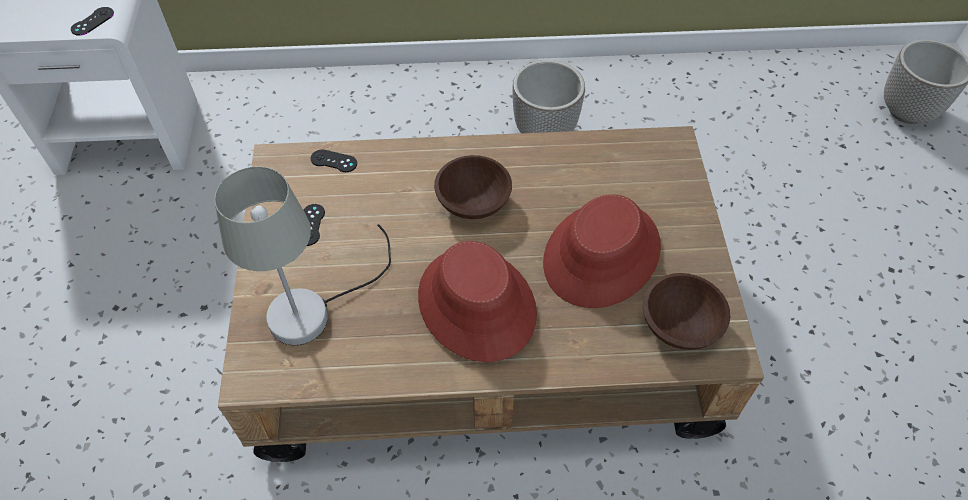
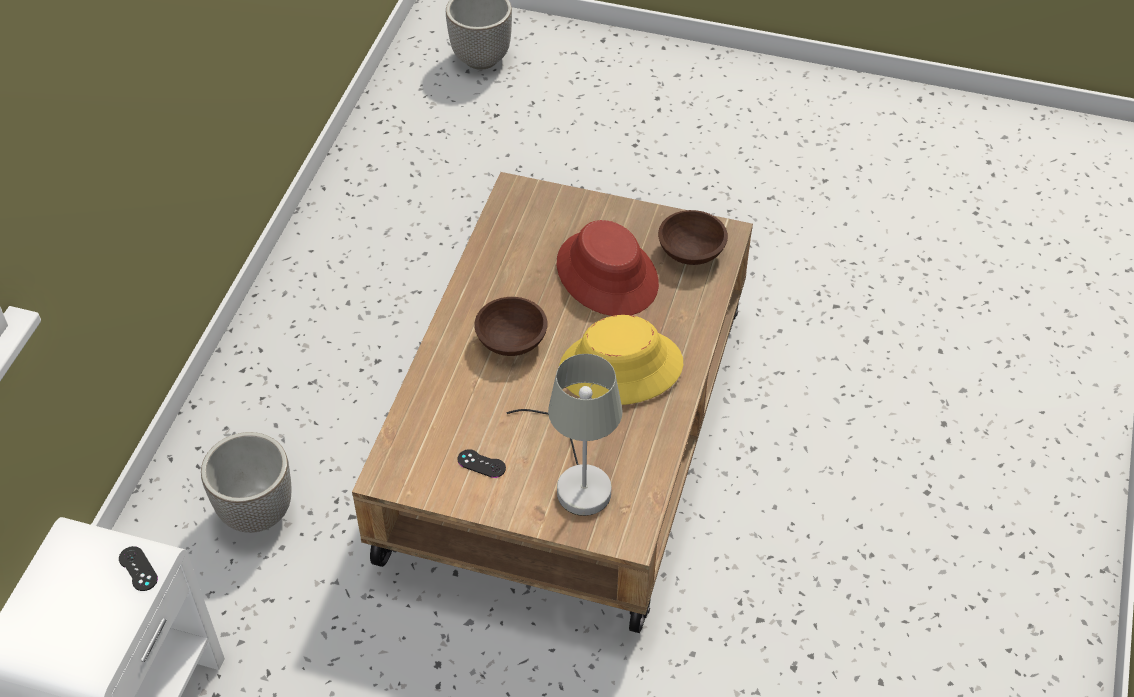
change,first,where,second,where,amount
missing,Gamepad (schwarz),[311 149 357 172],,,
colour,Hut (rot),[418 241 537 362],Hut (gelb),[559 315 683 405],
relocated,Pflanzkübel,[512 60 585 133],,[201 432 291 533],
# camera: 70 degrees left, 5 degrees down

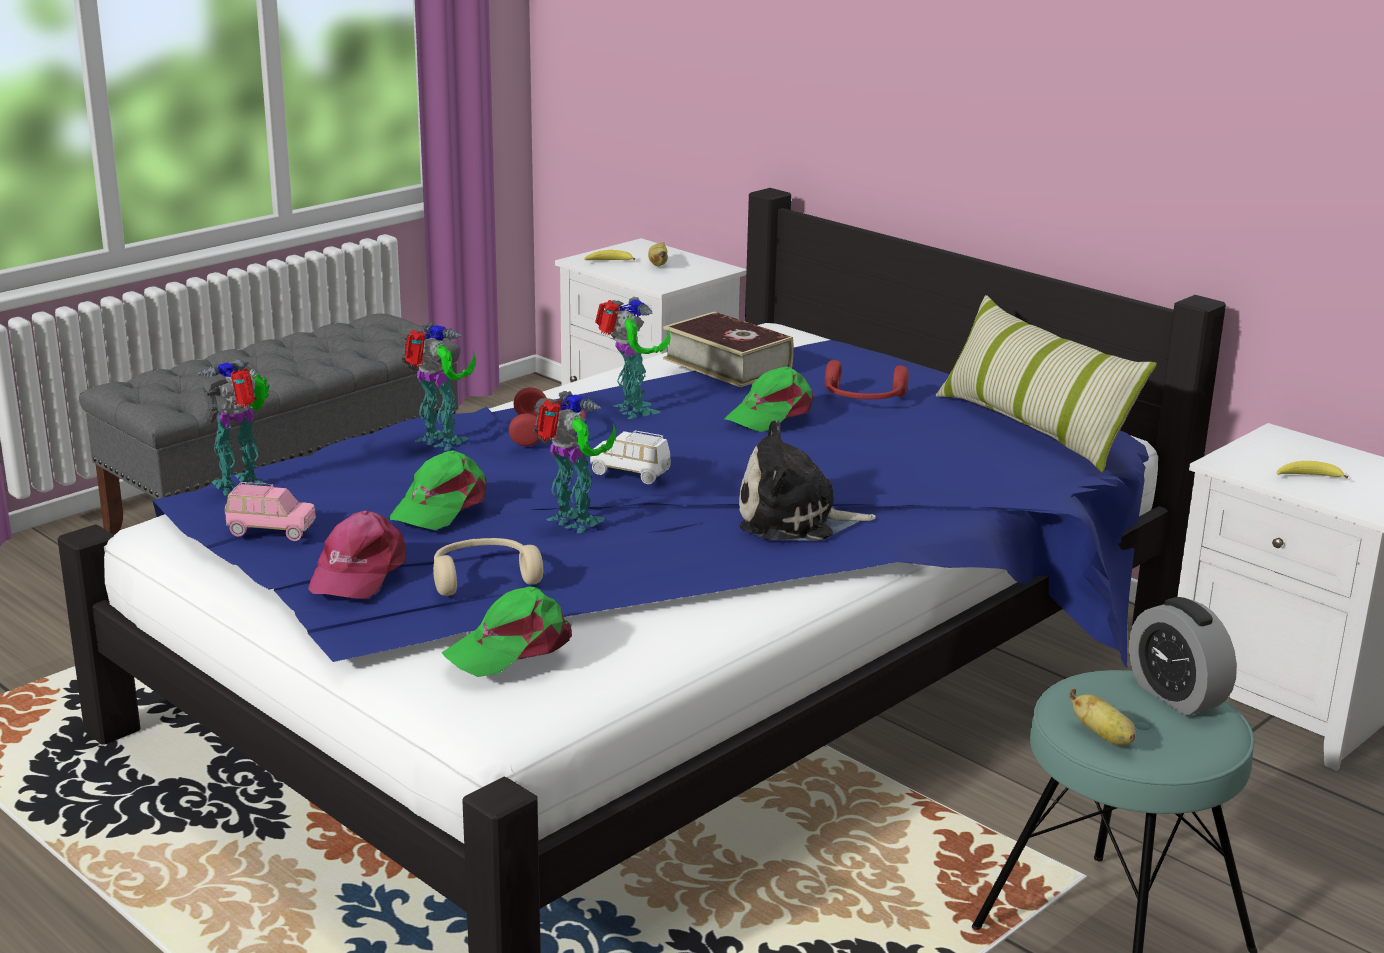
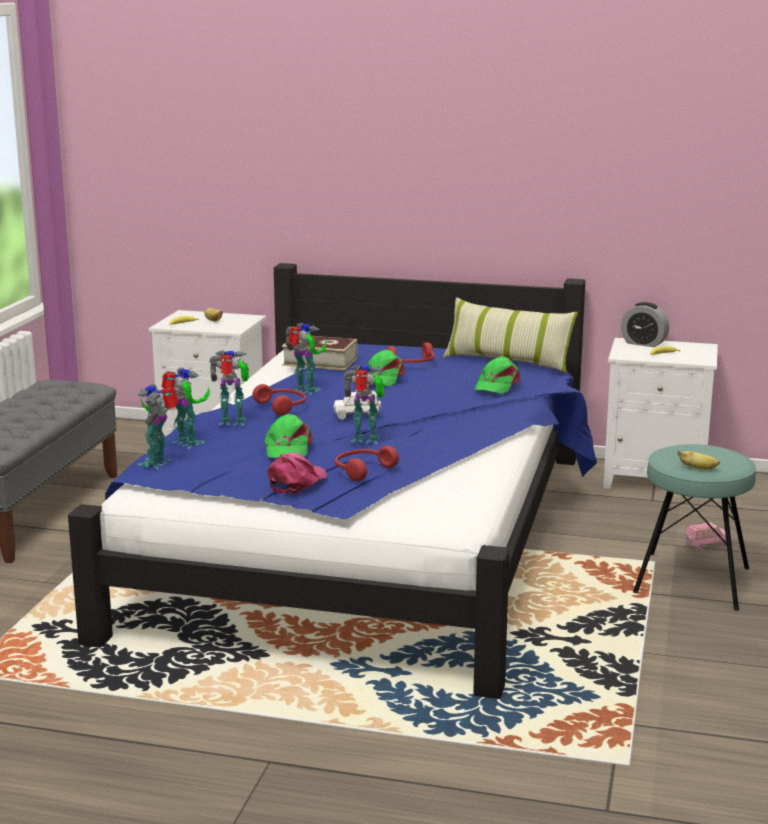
change,first,where,second,where,amount
relocated,Spielzeugauto (rosa),[225 482 316 541],,[685 522 727 552],
spun,Kappe (rosa),[308 510 406 599],,[268 453 327 494],135 degrees counterclockwise
colour,Kopfhörer (beige),[433 538 543 596],Kopfhörer (rot),[335 446 399 481],
relocated,Kappe (grün),[442 587 572 677],,[475 356 520 394],
missing,Plüschtier,[739 420 876 541],,,
relocated,Wecker,[1129 597 1237 716],,[621 302 669 347],
appeared,,,Spielzeugroboter,[162 368 210 449],
# camera: 30 degrees left, 5 degrees down

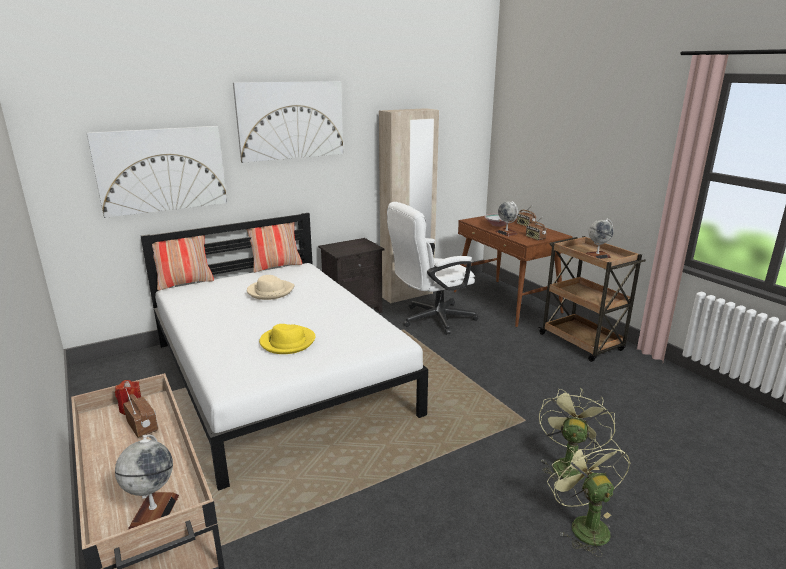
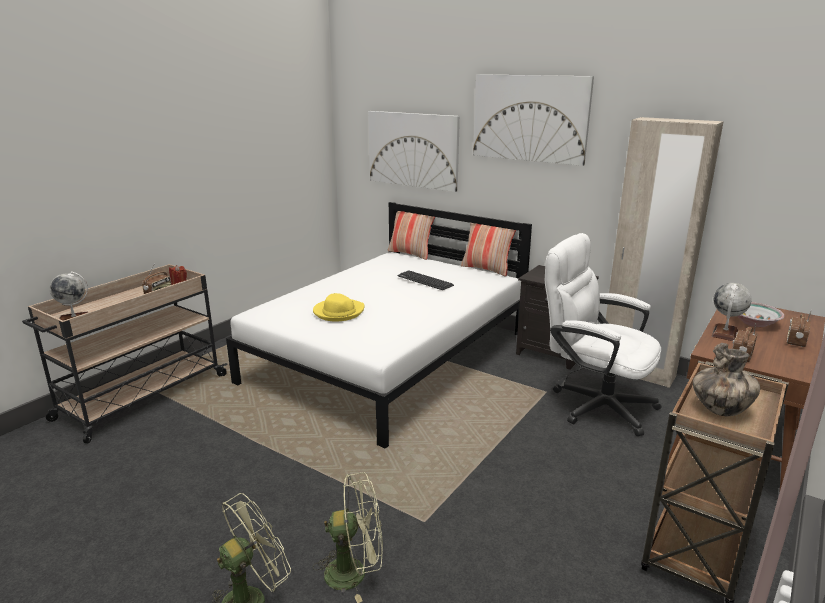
change,first,where,second,where,amount
exchanged,Hut (beige),[247 275 295 300],Tastatur,[398 270 454 290],
exchanged,Globus,[586 218 614 259],Vase,[693 343 760 416],
# camera: 65 degrees right, 0 degrees up

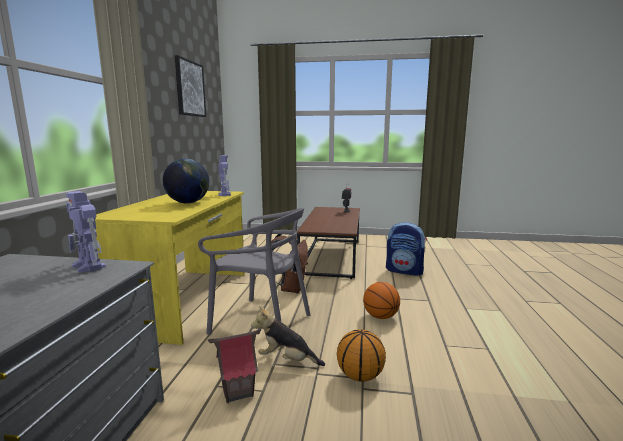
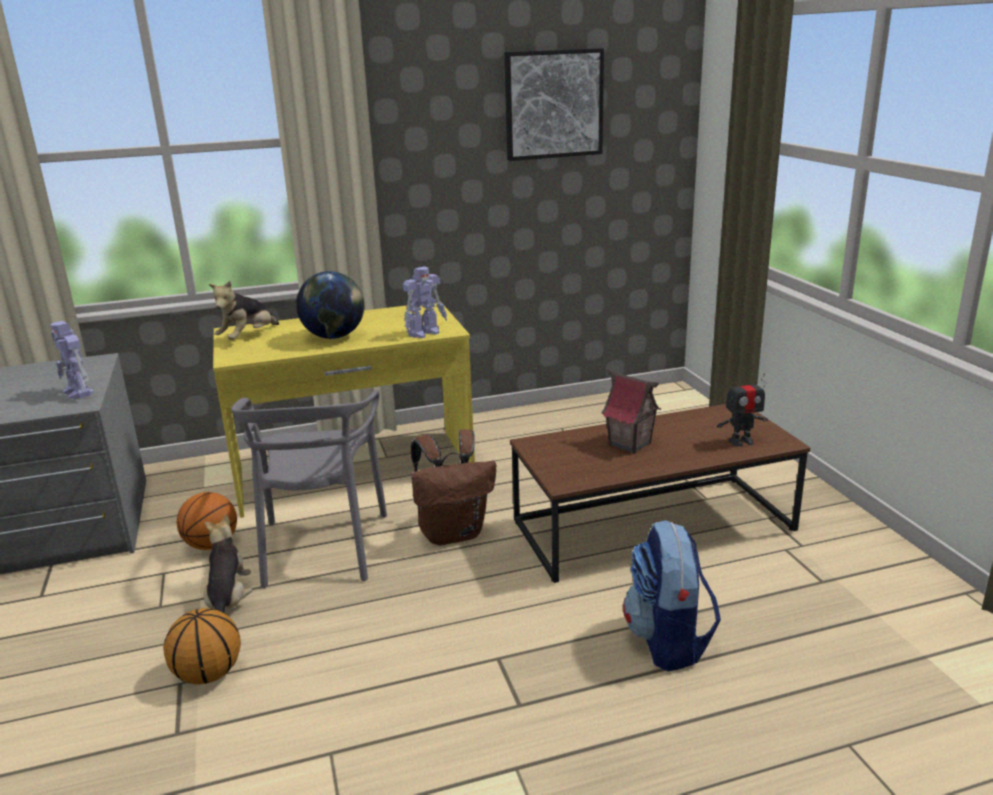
change,first,where,second,where,amount
spun,Spielzeugroboter,[66 191 106 273],,[50 321 94 399],60 degrees counterclockwise
relocated,Spielzeughaus,[208 329 261 403],,[601 369 661 454],
relocated,Basketball,[363 282 400 319],,[177 492 237 550],
appeared,,,Plüschtier,[208 281 279 340],
# camera: 65 degrees right, 10 degrees up

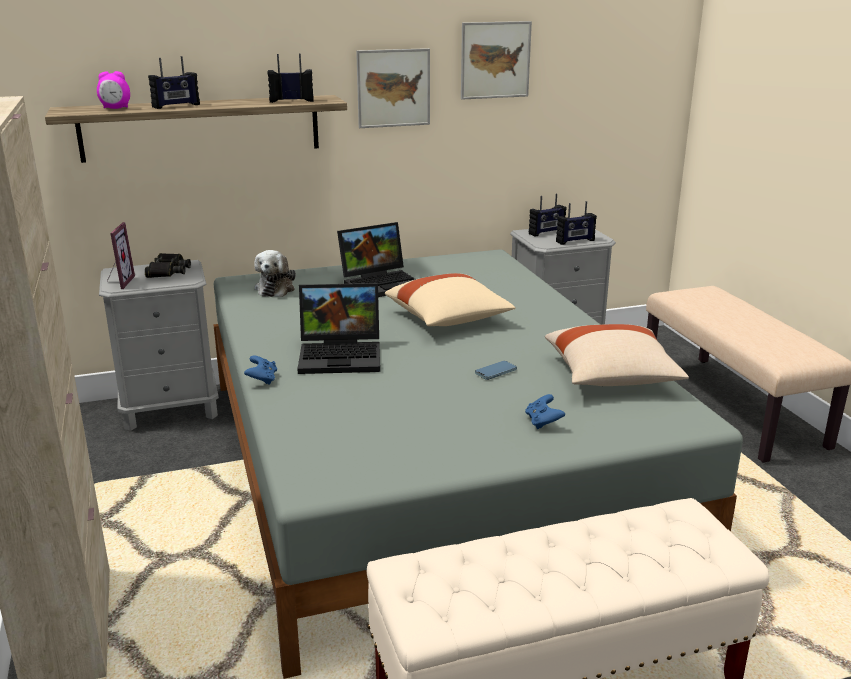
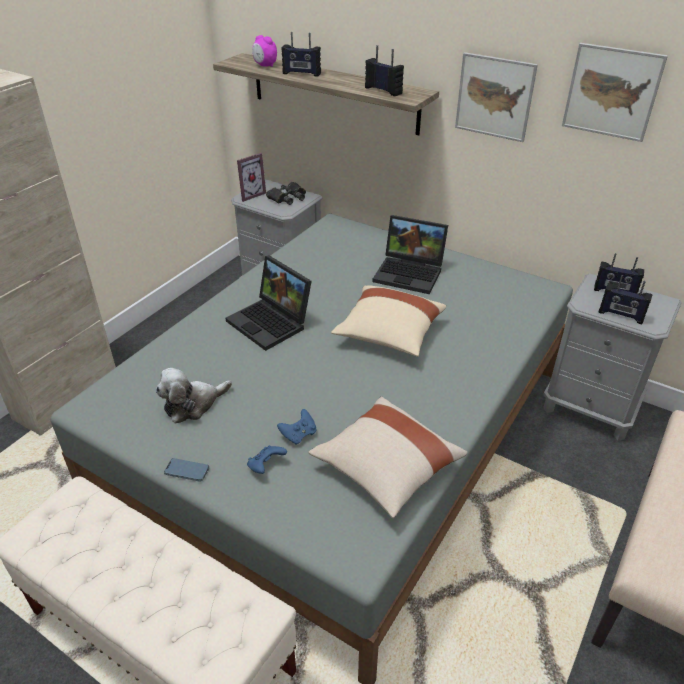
change,first,where,second,where,amount
relocated,Gamepad (blau),[244 355 277 385],,[277 409 316 445],
relocated,Plüschtier,[254 250 296 297],,[156 368 232 423],
relocated,Handy,[475 361 517 380],,[164 458 209 482],
# camera: 50 degrees right, 15 degrees up

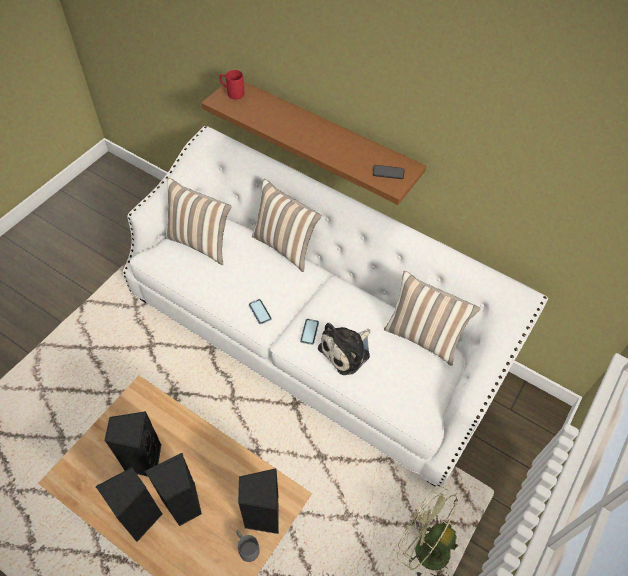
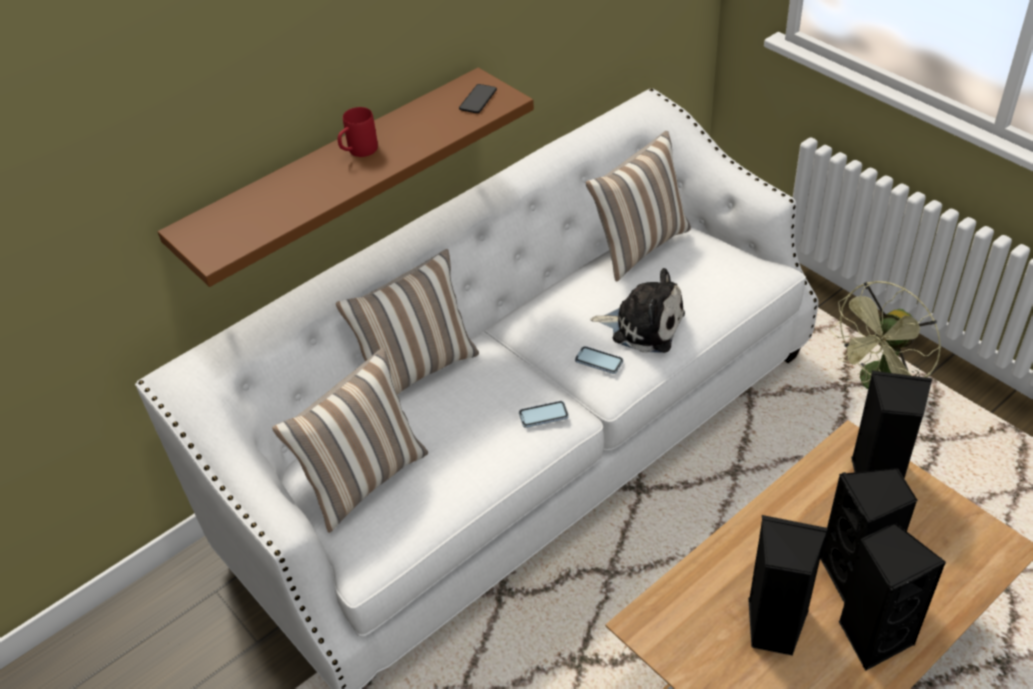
change,first,where,second,where,amount
relocated,Henkelbecher (rot),[219 70 244 99],,[338 107 378 157],
missing,Henkelbecher (grau),[236 530 260 562],,,
spun,Plüschtier,[318 323 370 375],,[590 268 685 353],45 degrees counterclockwise
# camera: 70 degrees left, 10 degrees down

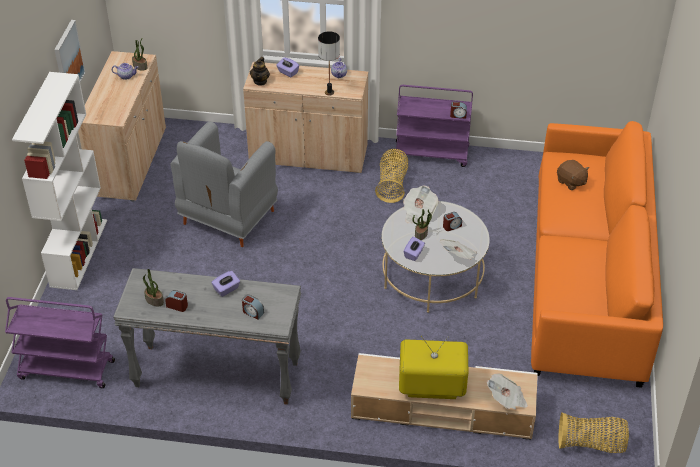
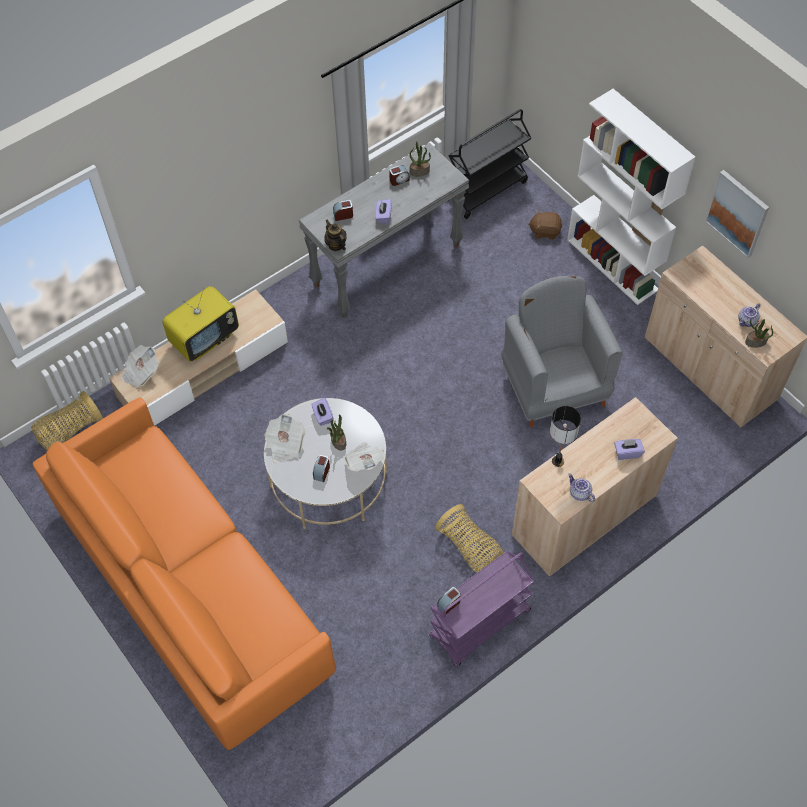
change,first,where,second,where,amount
colour,Rollwagen (lila),[5 297 115 388],Rollwagen (schwarz),[448 109 531 219],
relocated,Teekanne,[250 57 270 86],,[325 219 346 251],
relocated,Plüschtier (braun),[557 160 589 190],,[528 209 562 240],
# camera: 135 degrees right, 15 degrees up

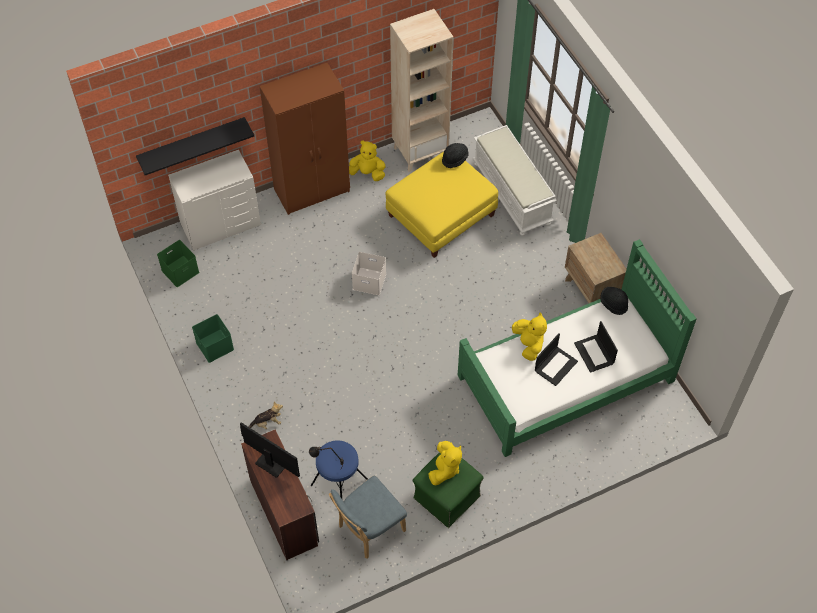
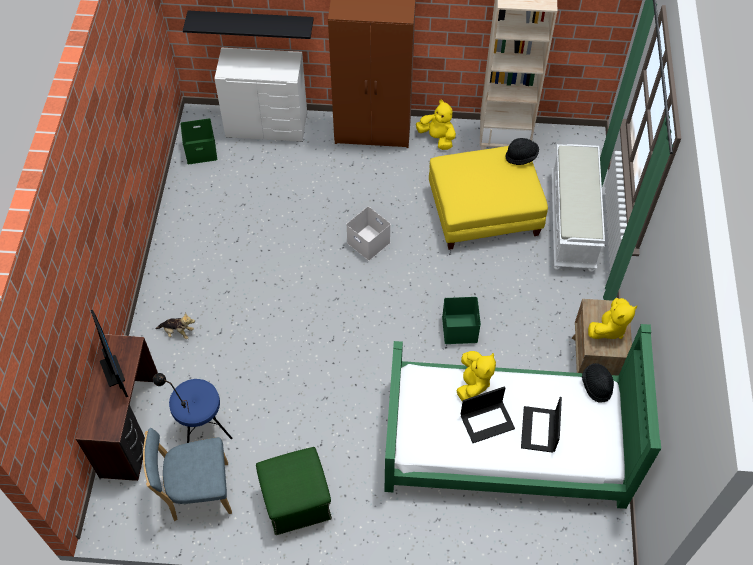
change,first,where,second,where,amount
relocated,Aufbewahrungsbox (grün),[192 314 234 363],,[442 297 481 344],
relocated,Plüschtier (gelb),[428 441 462 485],,[588 298 637 339],
# camera: 30 degrees right, 0 degrees up

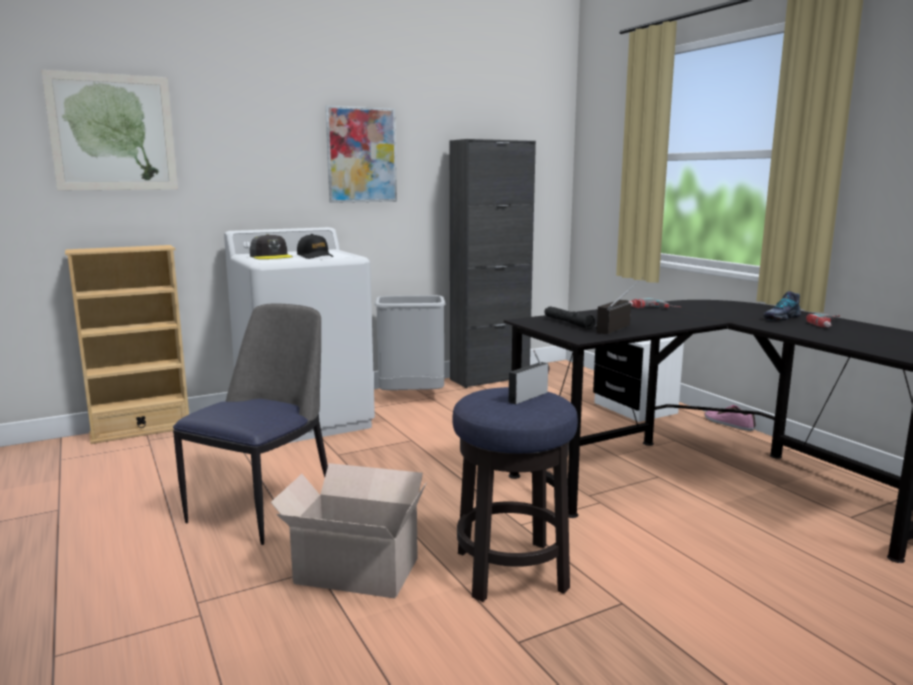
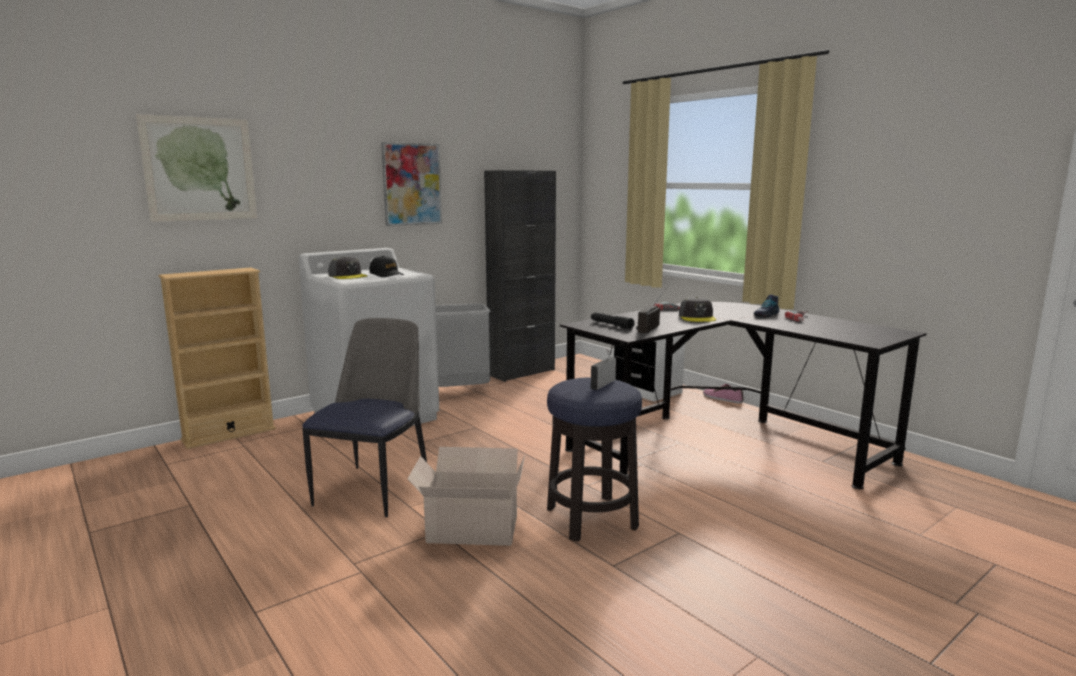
change,first,where,second,where,amount
appeared,,,Kappe (grau),[679 297 716 322],
# camera: 10 degrees left, 0 degrees up

